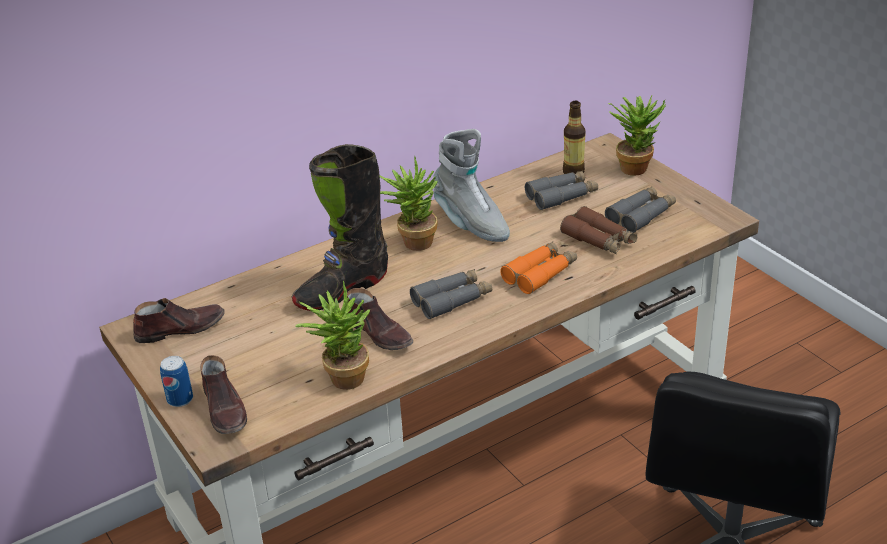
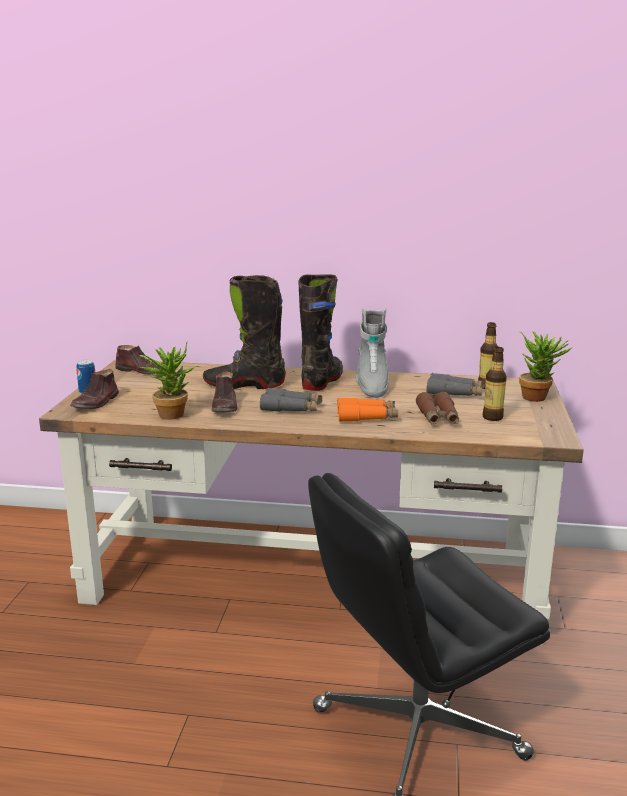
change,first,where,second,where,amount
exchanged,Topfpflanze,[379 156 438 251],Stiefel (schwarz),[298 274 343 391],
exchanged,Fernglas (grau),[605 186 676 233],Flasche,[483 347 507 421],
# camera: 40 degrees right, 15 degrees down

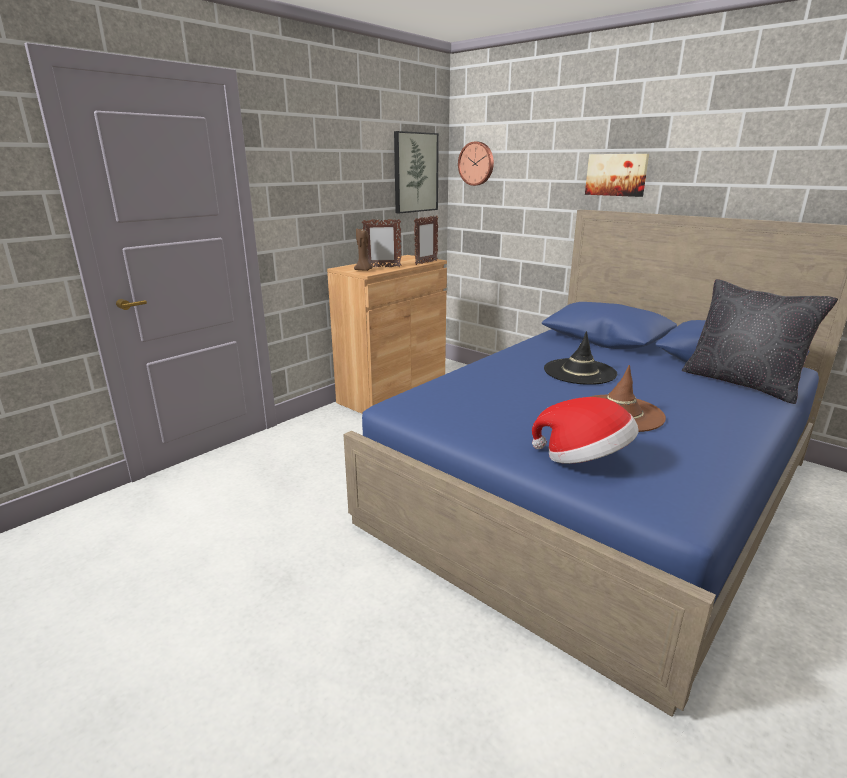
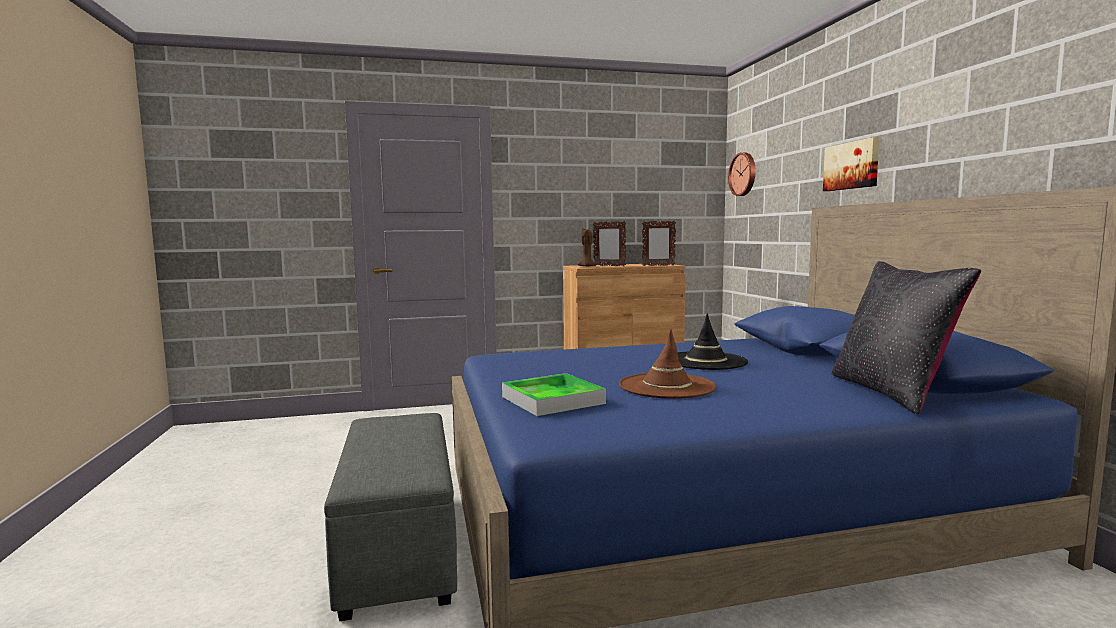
change,first,where,second,where,amount
missing,Bild,[394 131 439 213],,,
exchanged,Hut,[532 397 638 464],Tablett,[502 373 606 416],
appeared,,,Polsterhocker (grau),[324 413 457 621],
# camera: 35 degrees right, 15 degrees down

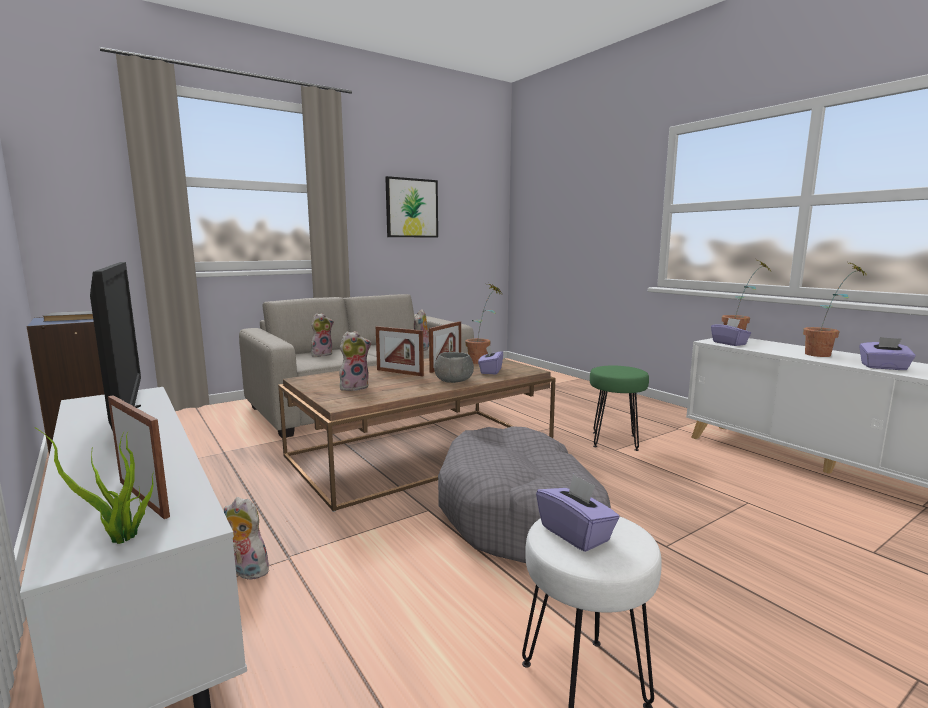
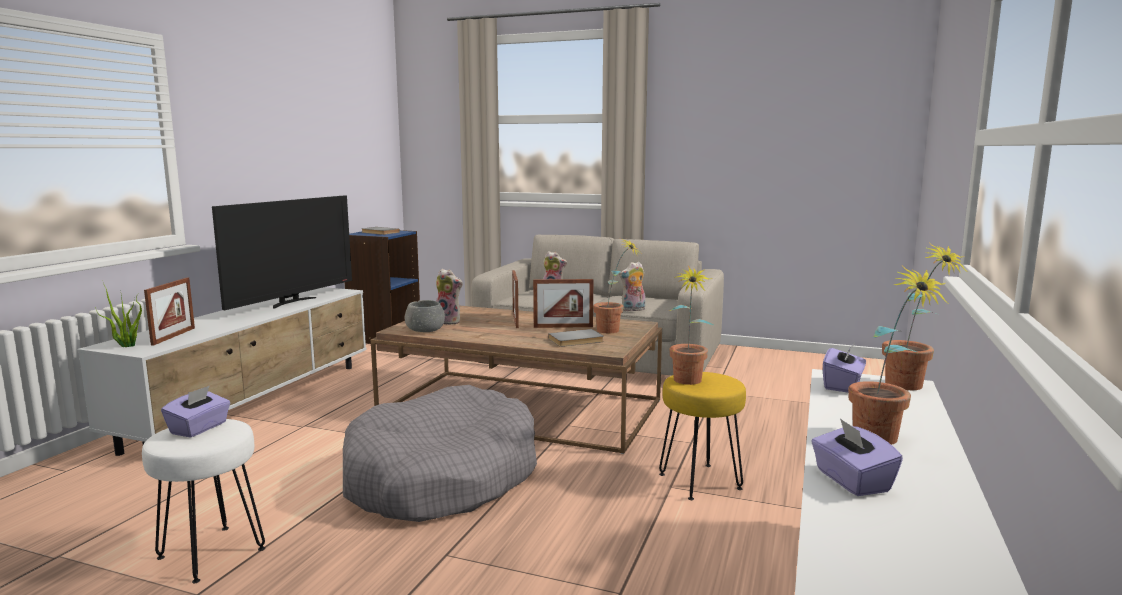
change,first,where,second,where,amount
missing,Plüschtier,[224 497 270 580],,,
missing,Bild,[385 176 438 238],,,
relocated,Schüssel (grau),[434 352 474 383],,[405 300 445 332],
exchanged,Taschentuchbox (lila),[478 345 503 375],Buch (grau),[548 329 604 347],
colour,Hocker (grün),[590 366 649 451],Hocker (gelb),[659 372 746 500],
appeared,,,Topfpflanze,[669 266 714 385],
# camera: 55 degrees right, 0 degrees up

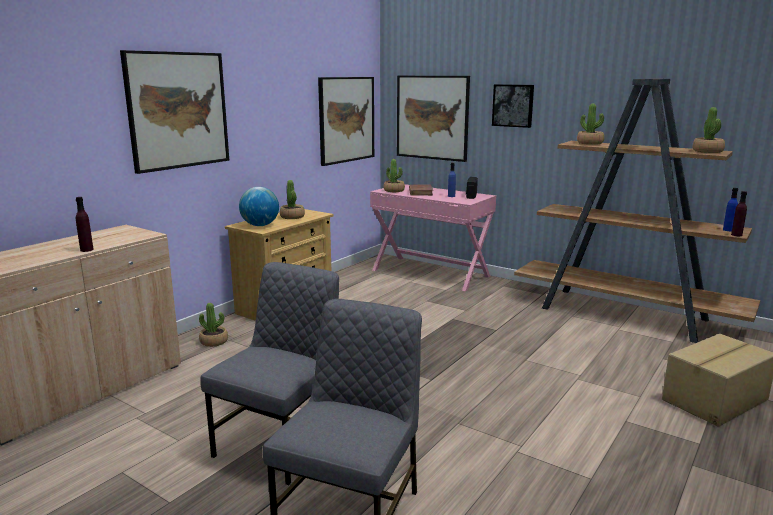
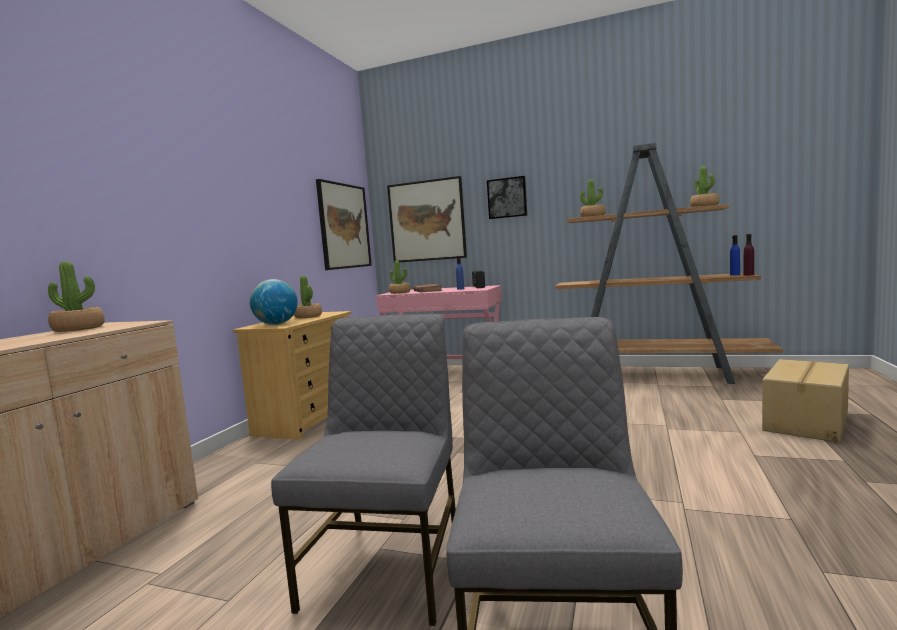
change,first,where,second,where,amount
missing,Flasche (lila),[76 197 94 252],,,
missing,Bild,[120 50 229 174],,,
relocated,Topfpflanze,[199 303 228 347],,[48 261 105 332],
# camera: 15 degrees left, 10 degrees down

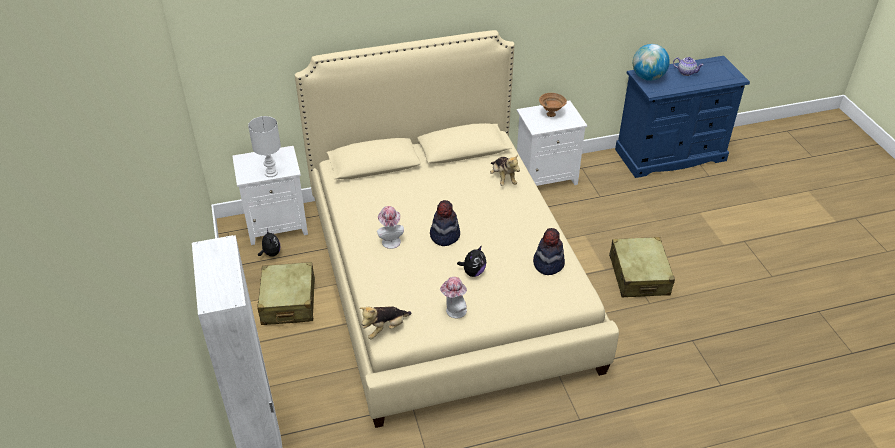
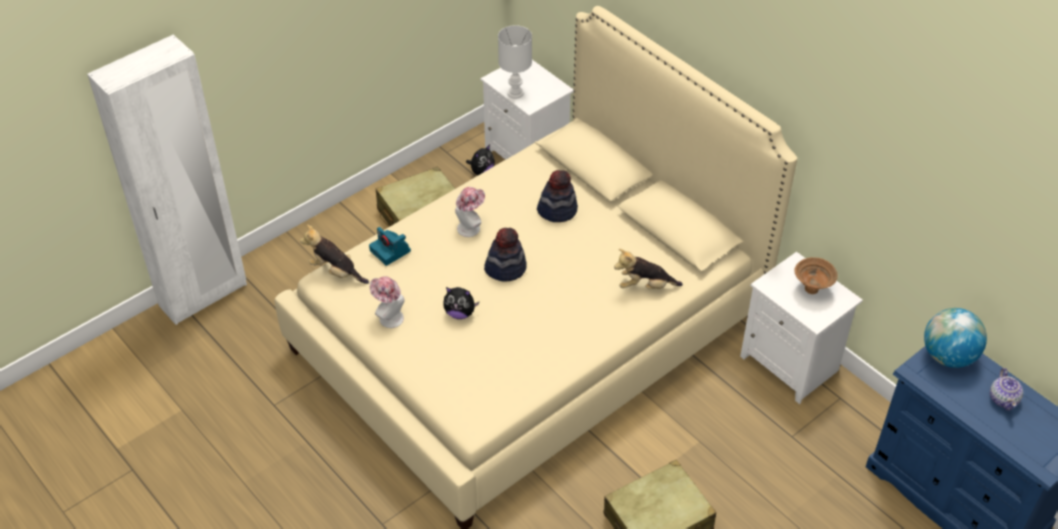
change,first,where,second,where,amount
spun,Plüschtier,[490 155 520 186],,[614 249 683 289],45 degrees clockwise
relocated,Hut,[533 228 565 275],,[537 170 578 222],
appeared,,,Kamera,[369 227 411 266],
# camera: 65 degrees right, 5 degrees up

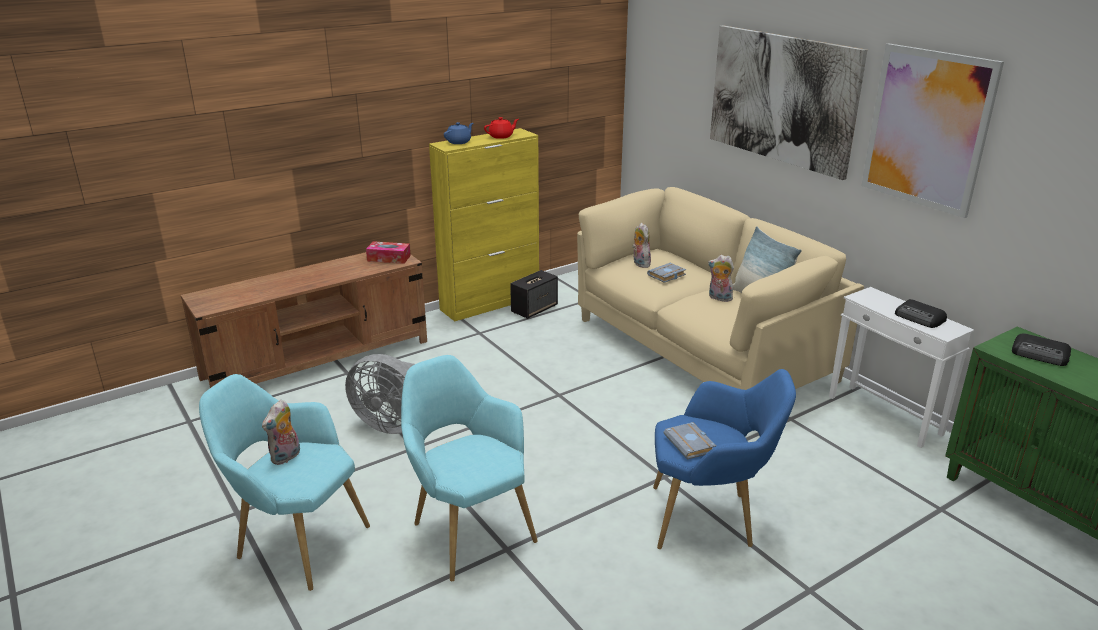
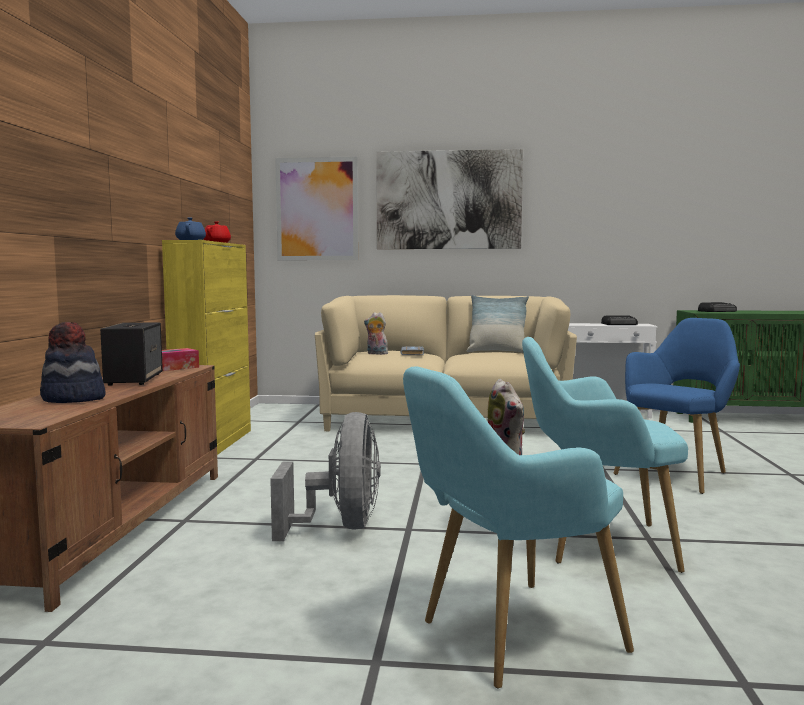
change,first,where,second,where,amount
spun,Ventilator (grau),[345 354 415 434],,[270 412 381 541],60 degrees counterclockwise
relocated,Lautsprecher,[510 270 558 319],,[100 322 163 386],
missing,Buch (grau),[664 422 716 460],,,
missing,Plüschtier,[708 255 734 302],,,
relocated,Bild,[861 43 1004 218],,[275 157 358 260],
appeared,,,Hut,[40 322 105 403],
# camera: 50 degrees left, 20 degrees down

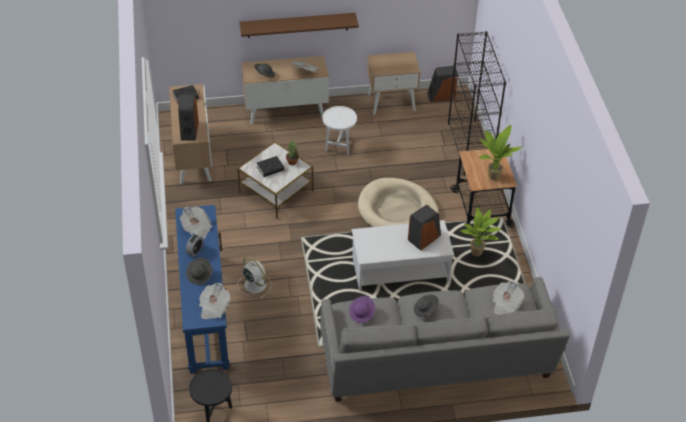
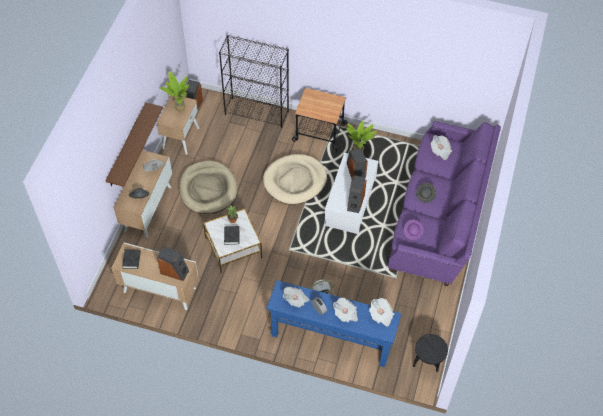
change,first,where,second,where,amount
exchanged,Hut (grau),[186 258 212 285],Zeitung,[333 298 358 322],
colour,Sofa (grau),[320 277 570 402],Sofa (lila),[387 121 501 286],
exchanged,Beistelltisch (weiß),[323 106 357 155],Hundebett (beige),[179 161 237 214],
relocated,Topfpflanze,[479 125 522 180],,[159 71 189 112],
appeared,,,Lautsprecher,[347 175 367 213],
# camera: 65 degrees left, 10 degrees up

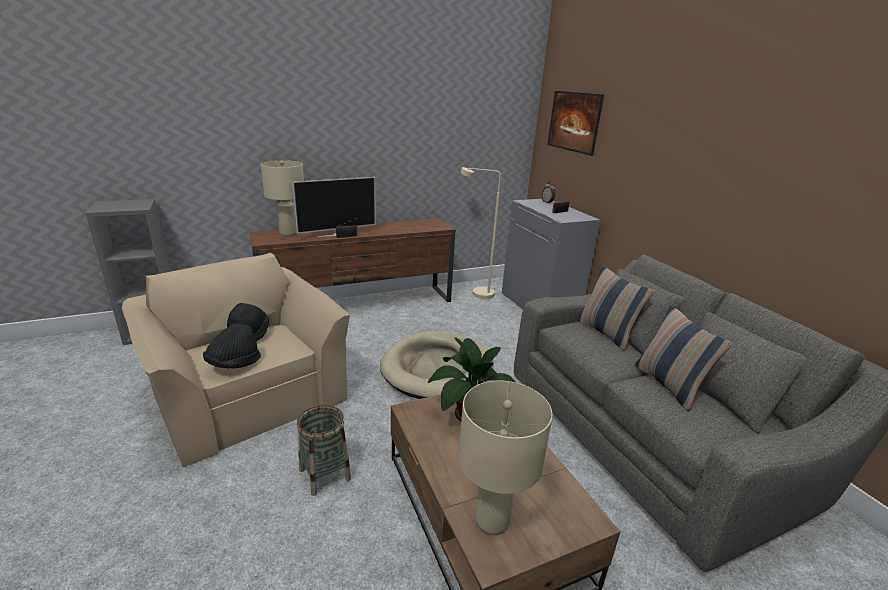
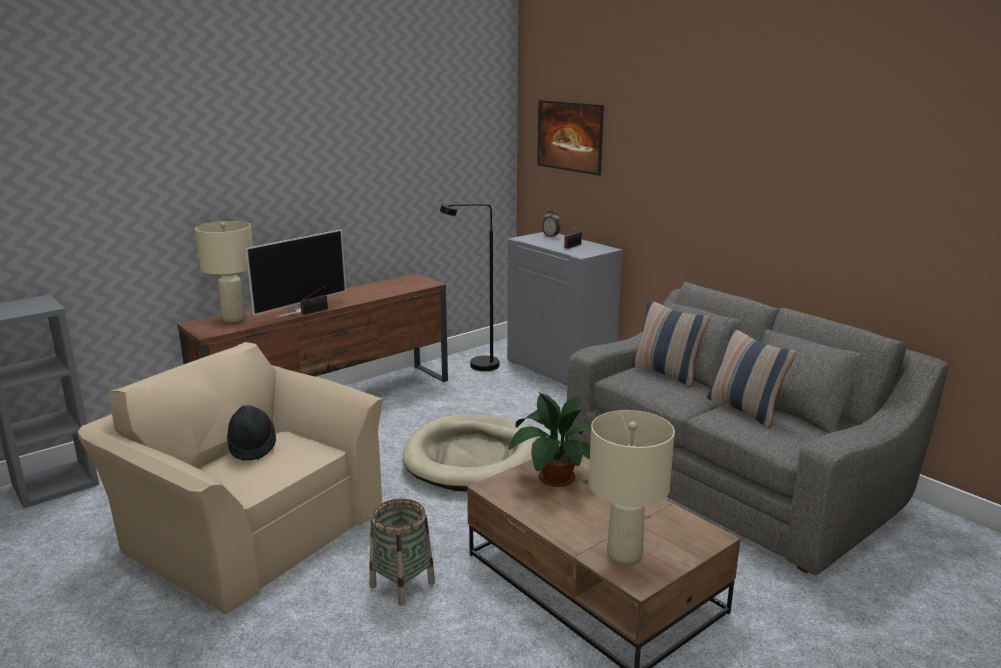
change,first,where,second,where,amount
missing,Hut (schwarz),[203 323 261 369],,,
colour,Stehlampe (beige),[460 167 501 299],Stehlampe (schwarz),[440 204 500 371],
# camera: 15 degrees left, 5 degrees down

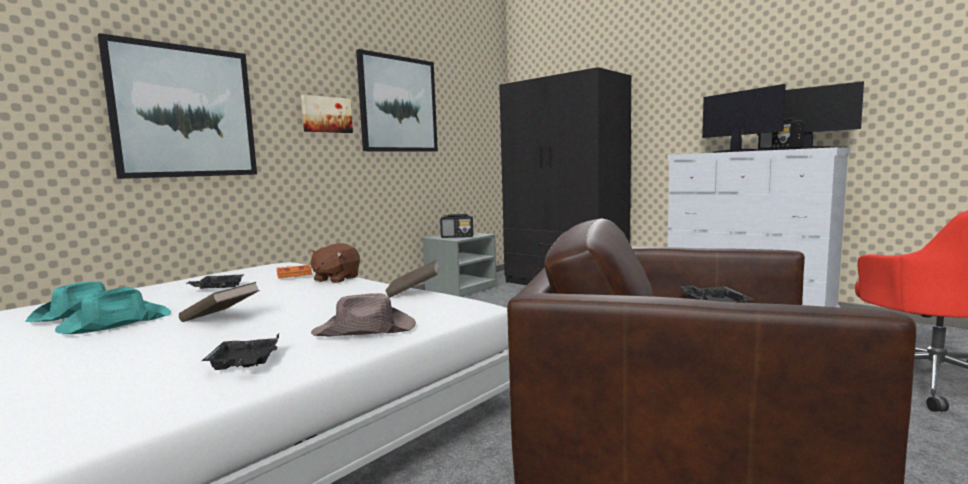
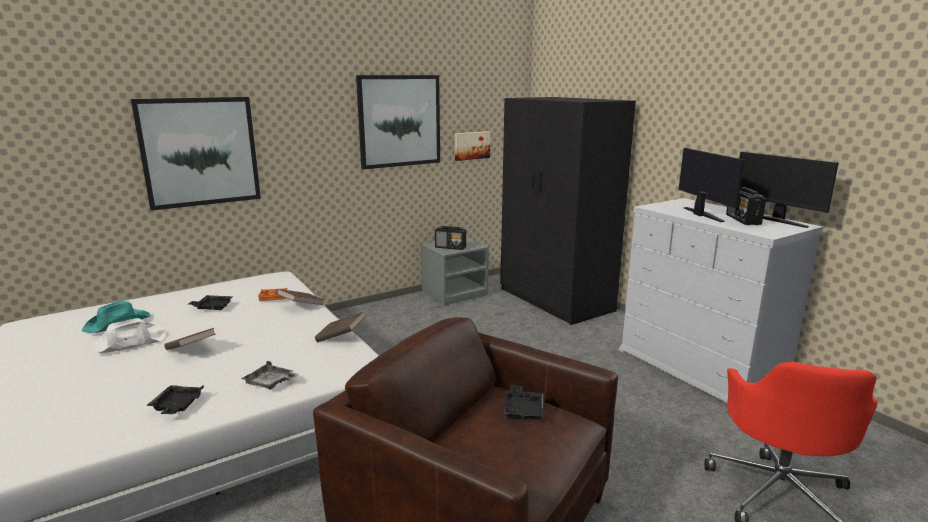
change,first,where,second,where,amount
colour,Hut (türkis),[55 287 171 334],Hut (weiß),[91 318 166 353],
relocated,Bild,[301 95 353 133],,[455 131 490 161],
exchanged,Plüschtier (braun),[309 243 360 283],Buch (braun),[277 289 324 305],
exchanged,Hut (braun),[311 293 416 337],Tablett (grau),[241 361 299 390],
# camera: 15 degrees right, 10 degrees up

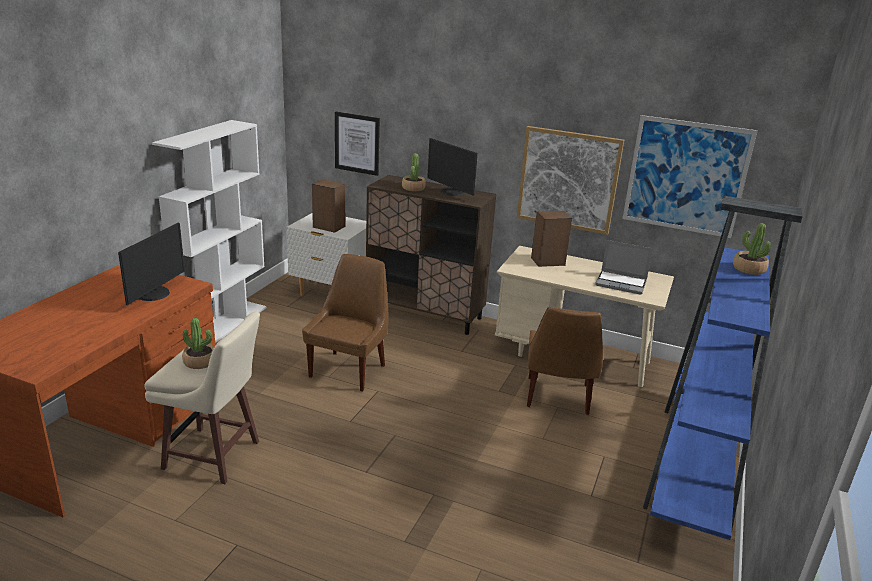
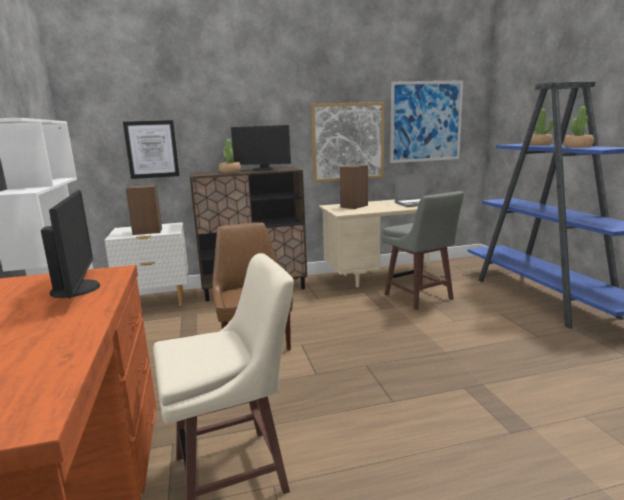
change,first,where,second,where,amount
relocated,Topfpflanze,[182 318 214 369],,[563 106 594 148],
exchanged,Stuhl (braun),[527 307 603 415],Hocker (grau),[382 191 464 310],
# camera: 35 degrees left, 10 degrees down

